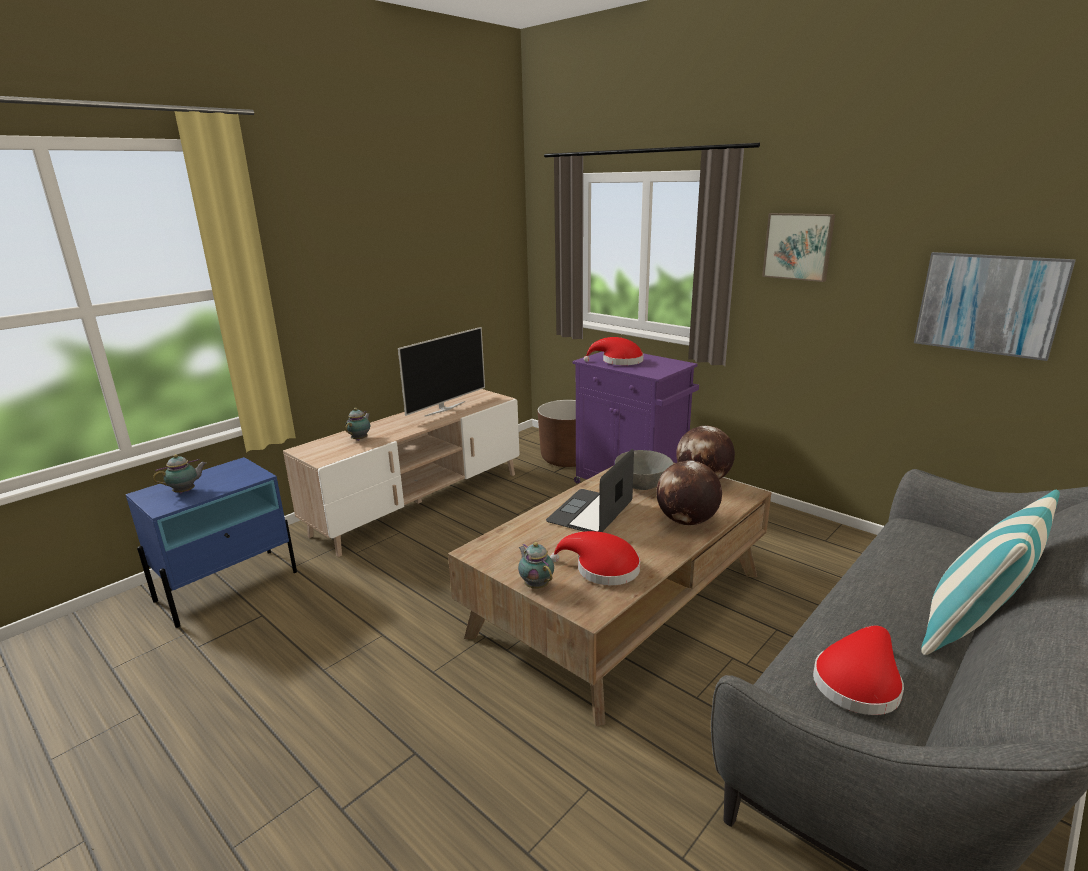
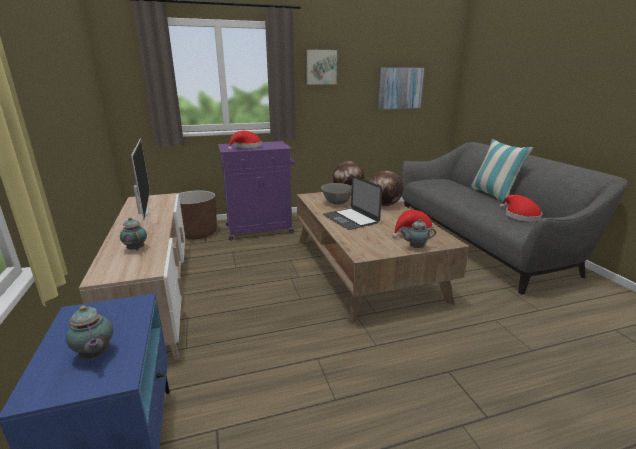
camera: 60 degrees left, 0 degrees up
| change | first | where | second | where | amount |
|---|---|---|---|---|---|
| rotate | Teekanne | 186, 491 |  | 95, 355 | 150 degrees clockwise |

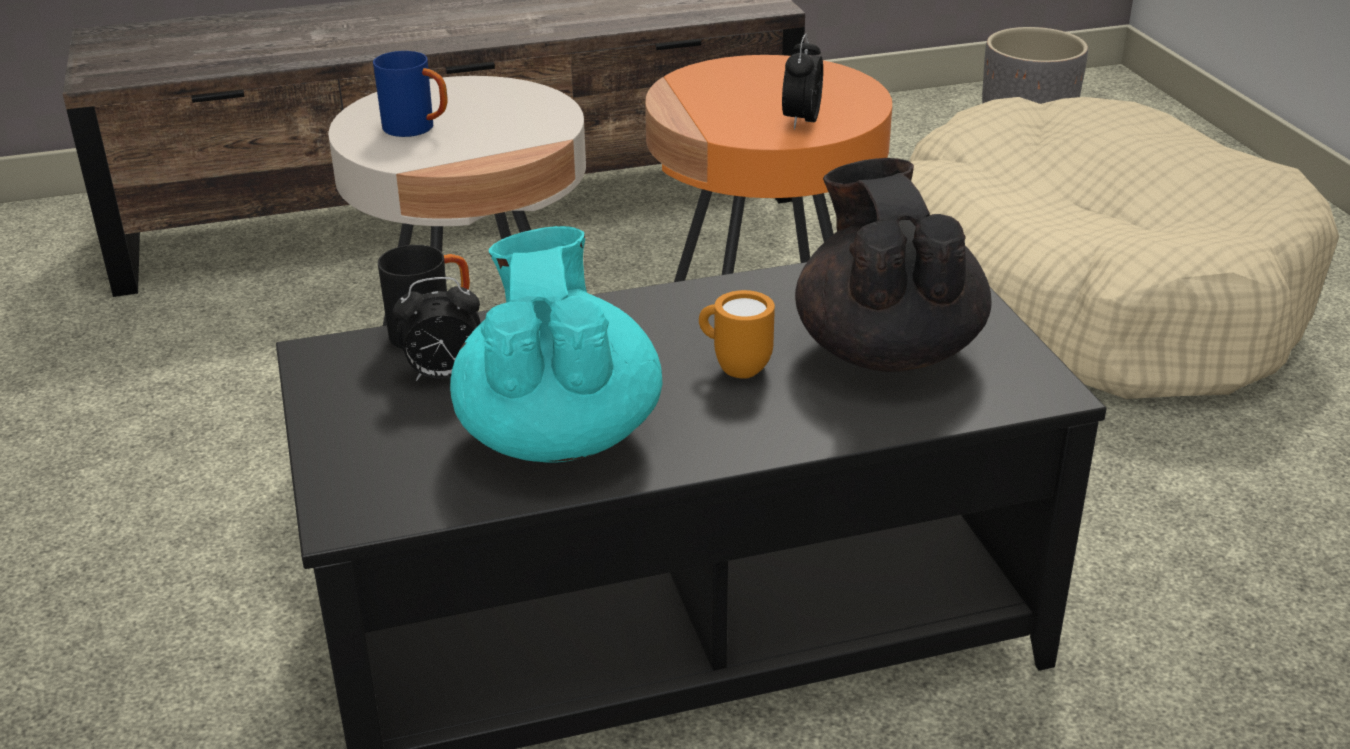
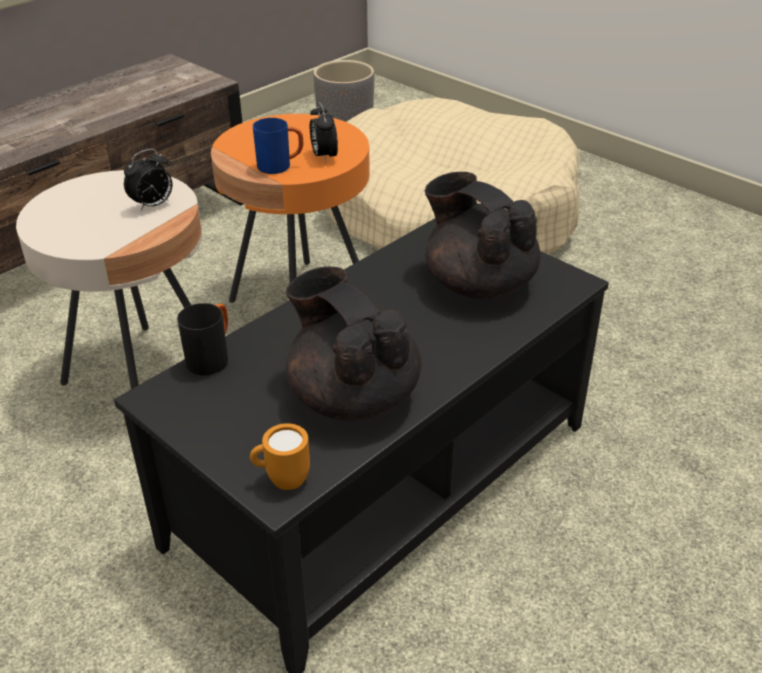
camera: 30 degrees left, 5 degrees up
| change | first | where | second | where | amount |
|---|---|---|---|---|---|
| move | Henkelbecher [blau] | 417, 129 |  | 280, 166 |  |
| move | Wecker | 444, 375 |  | 153, 205 |  |
| recolor | Teekanne [türkis] | 559, 434 | Teekanne [schwarz] | 353, 396 |  |
| move | Henkelbecher [orange] | 734, 367 |  | 282, 480 |  |

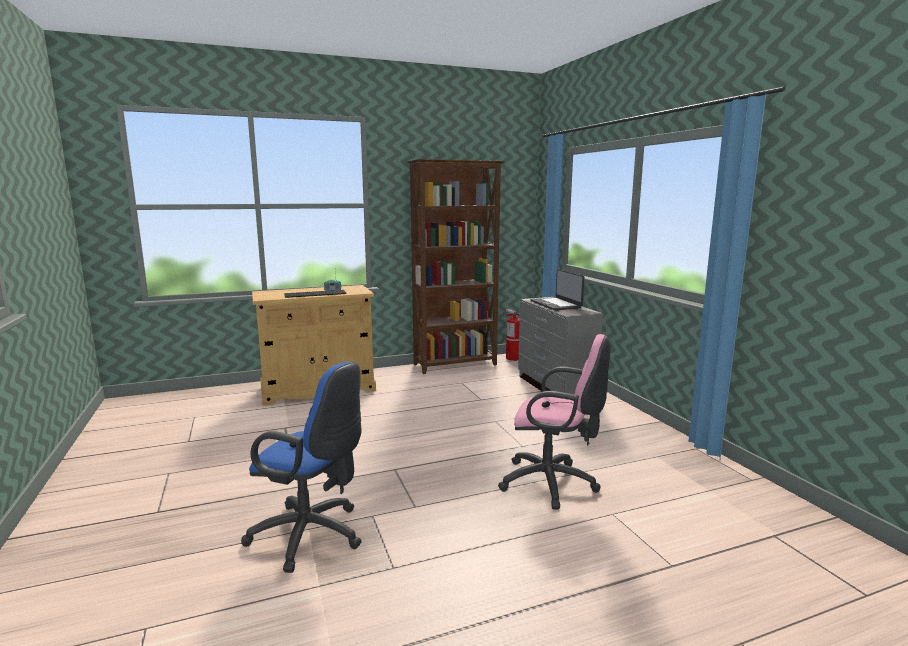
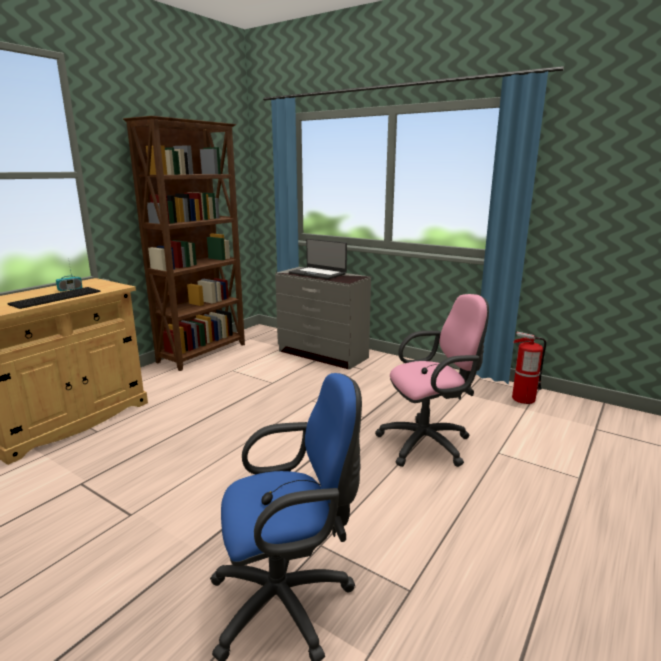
camera: 35 degrees left, 5 degrees up
| change | first | where | second | where | amount |
|---|---|---|---|---|---|
| move | Feuerlöscher | 513, 358 |  | 523, 399 |  |

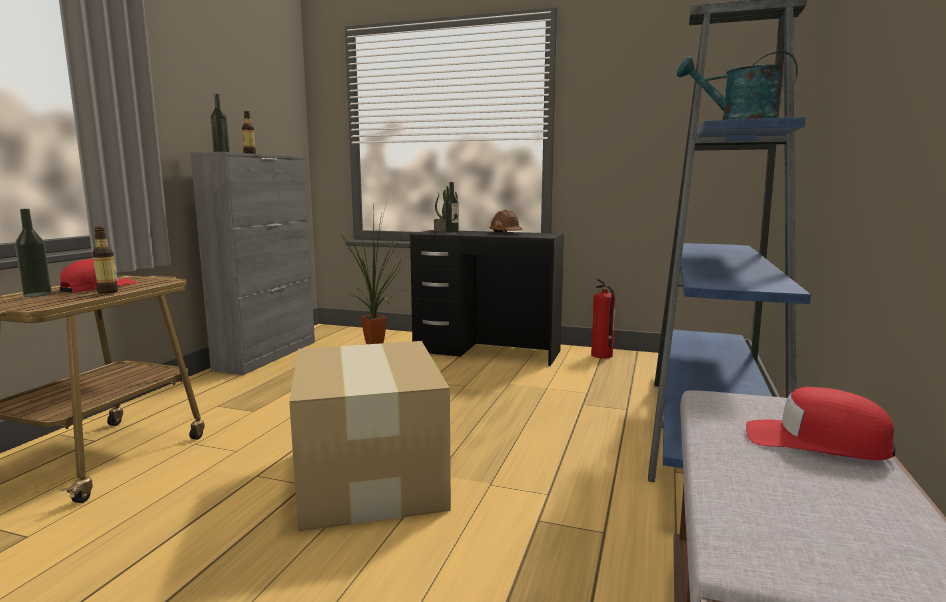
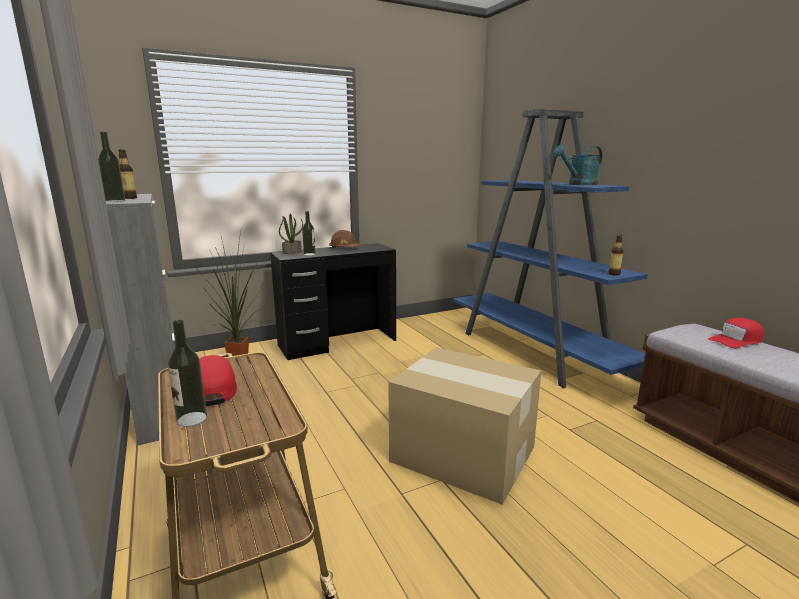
camera: 45 degrees left, 5 degrees up
| change | first | where | second | where | amount |
|---|---|---|---|---|---|
| move | Flasche | 107, 292 |  | 614, 274 |  |
| delete | Feuerlöscher | 602, 355 |  |  |  |

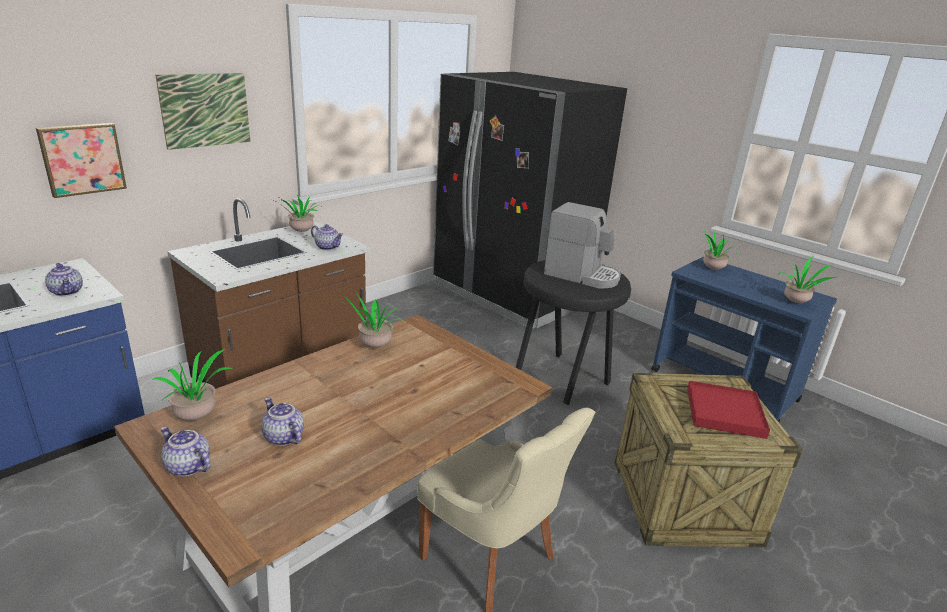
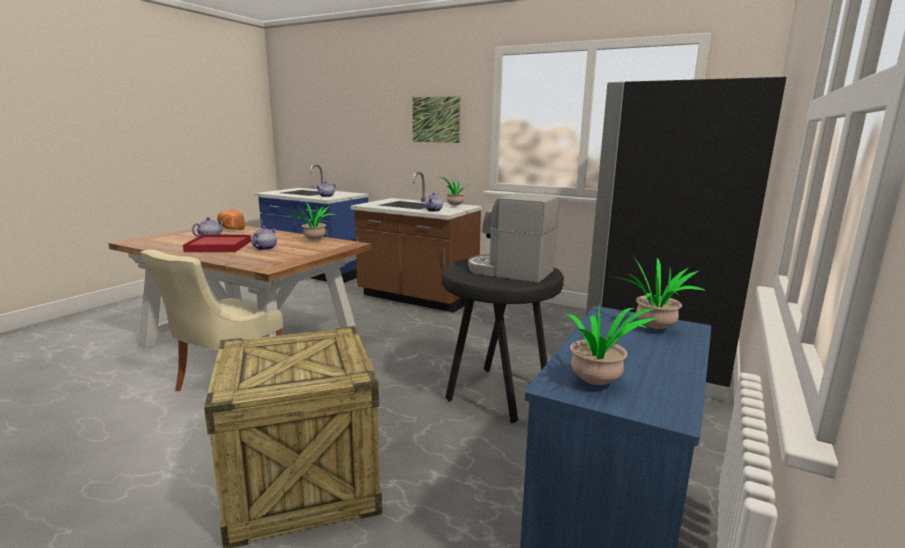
camera: 75 degrees right, 10 degrees down
| change | first | where | second | where | amount |
|---|---|---|---|---|---|
| delete | Bild | 82, 159 |  |  |  |
| replace | Topfpflanze | 199, 417 | Brot | 230, 228 |  |
| move | Teekanne | 187, 467 |  | 265, 248 |  |
| rotate | Kaffeemaschine | 582, 275 |  | 509, 272 | 105 degrees clockwise |
| move | Tablett [rot] | 724, 412 |  | 219, 246 |  |

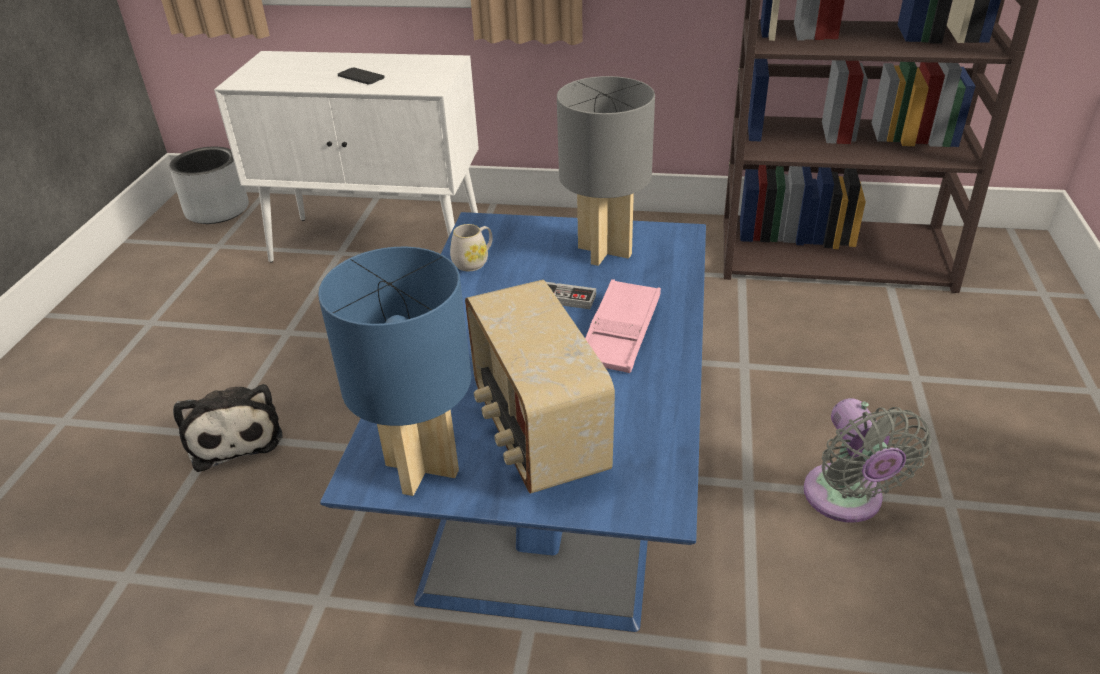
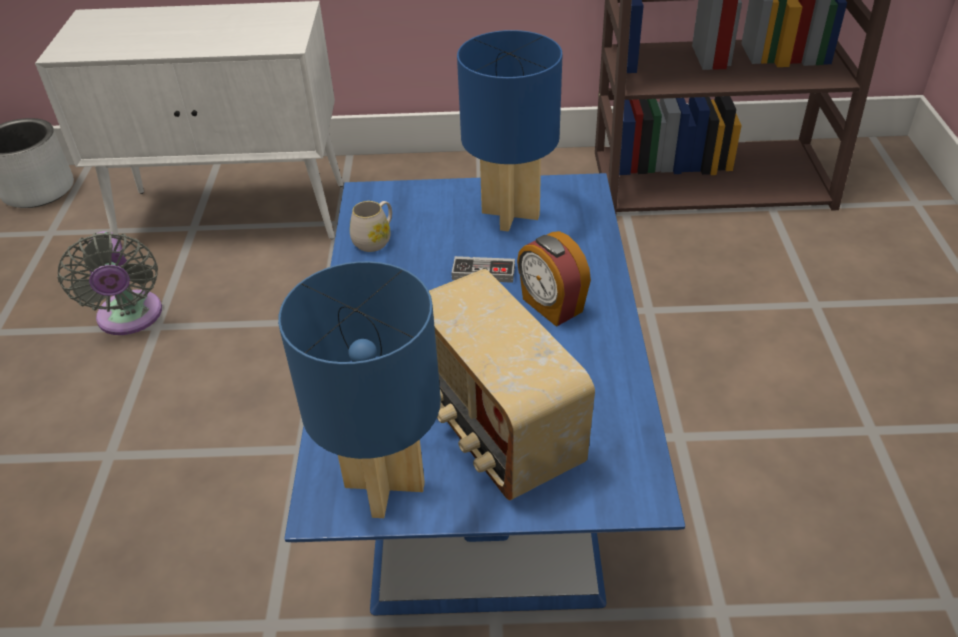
camera: 10 degrees left, 5 degrees up
| change | first | where | second | where | amount |
|---|---|---|---|---|---|
| delete | Plüschtier | 235, 435 |  |  |  |
| delete | Handy | 361, 77 |  |  |  |
| recolor | Tischlampe [grau] | 603, 251 | Tischlampe [blau] | 509, 214 |  |
| replace | Tablett [rosa] | 620, 333 | Wecker | 551, 306 |  |
| move | Ventilator [grau] | 846, 500 |  | 130, 318 |  |

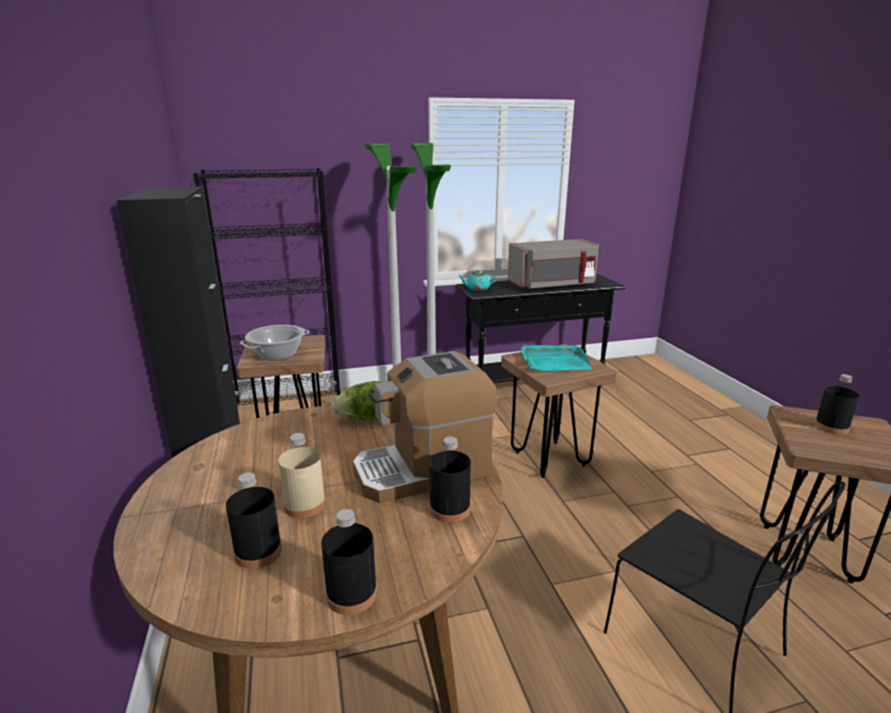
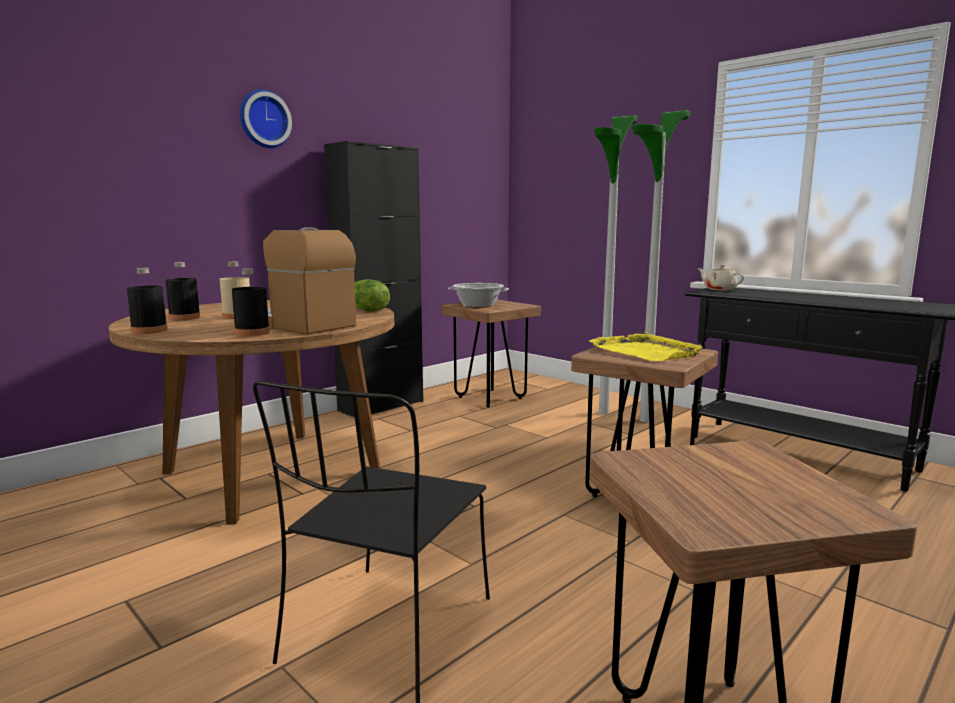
camera: 60 degrees right, 10 degrees down
| change | first | where | second | where | amount |
|---|---|---|---|---|---|
| delete | Bücherregal [schwarz] | 288, 404 |  |  |  |
| recolor | Teekanne [türkis] | 477, 289 | Teekanne [beige] | 719, 289 |  |
| delete | Mikrowelle [grau] | 552, 285 |  |  |  |
| recolor | Tablett [türkis] | 554, 361 | Tablett [gelb] | 646, 351 |  |
| delete | Flasche [schwarz] | 831, 427 |  |  |  |
| insert |  |  | Wanduhr | 264, 119 |  |

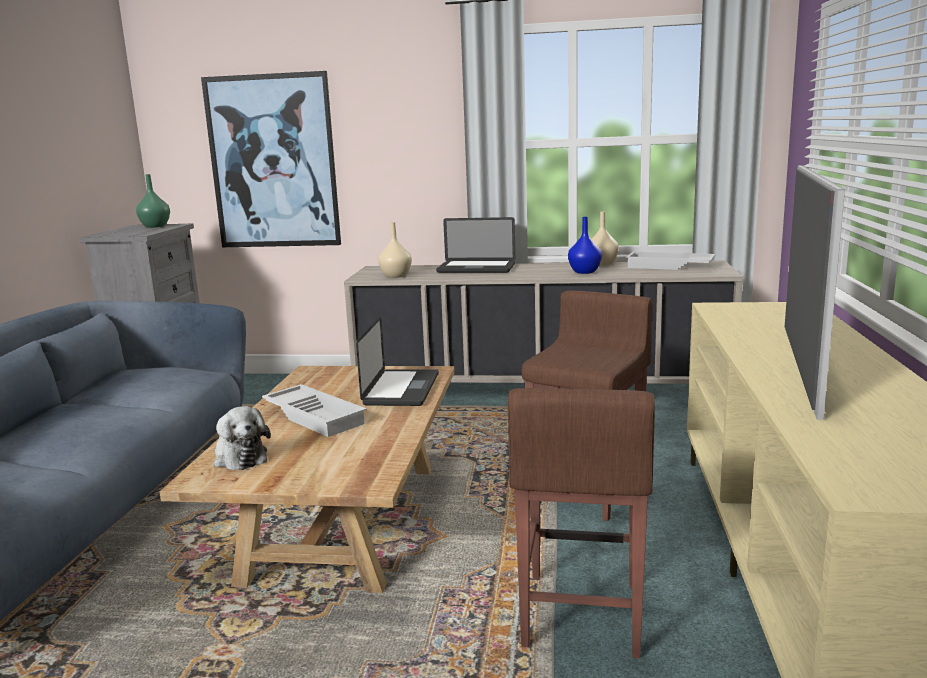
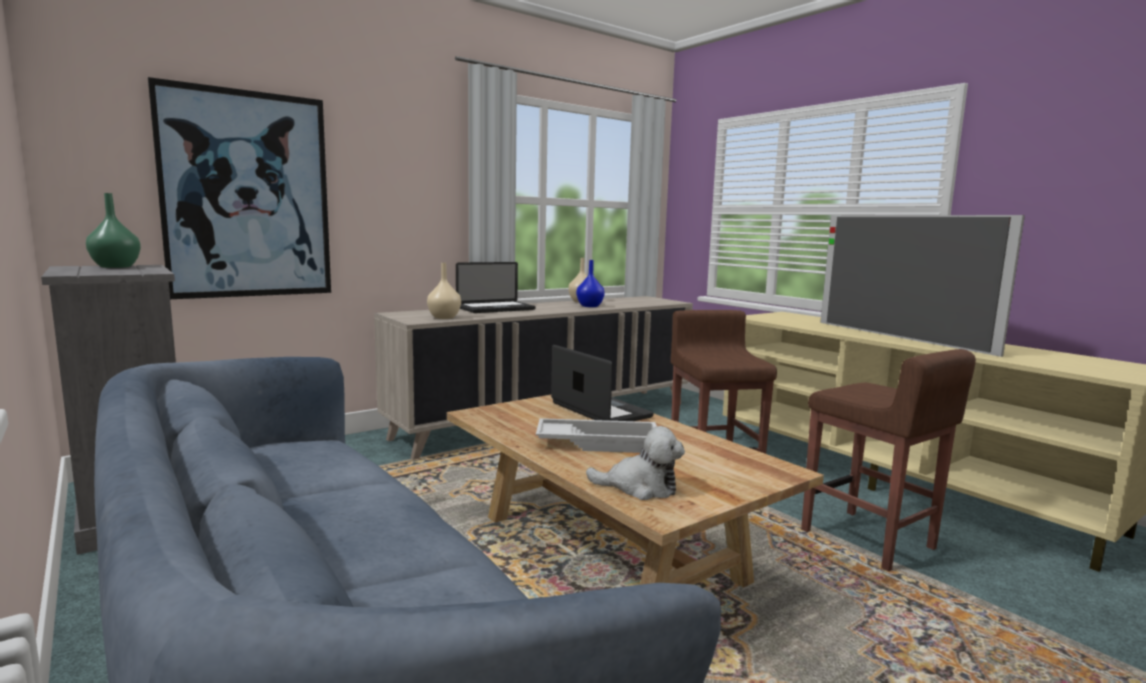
camera: 45 degrees left, 5 degrees down
| change | first | where | second | where | amount |
|---|---|---|---|---|---|
| delete | Tablett [weiß] | 669, 266 |  |  |  |

